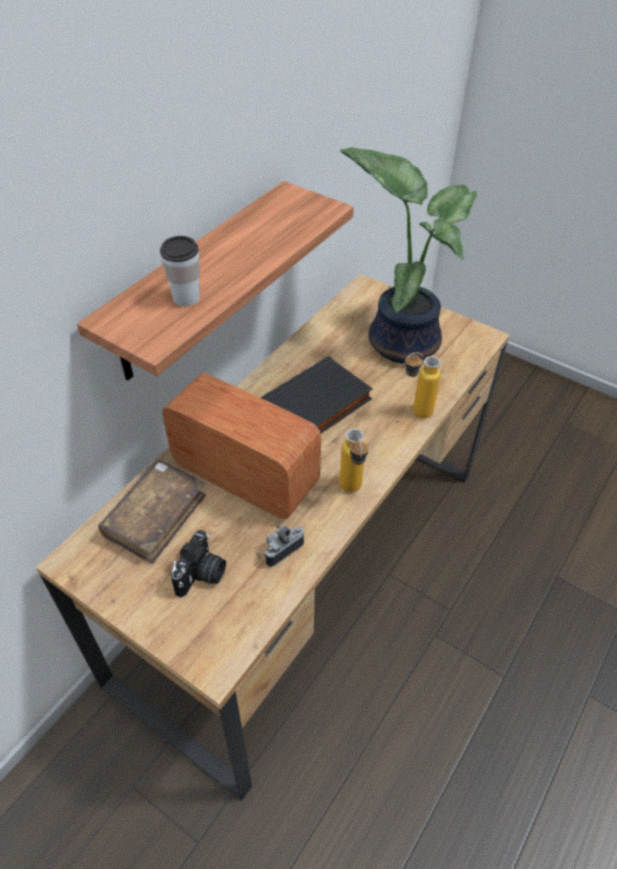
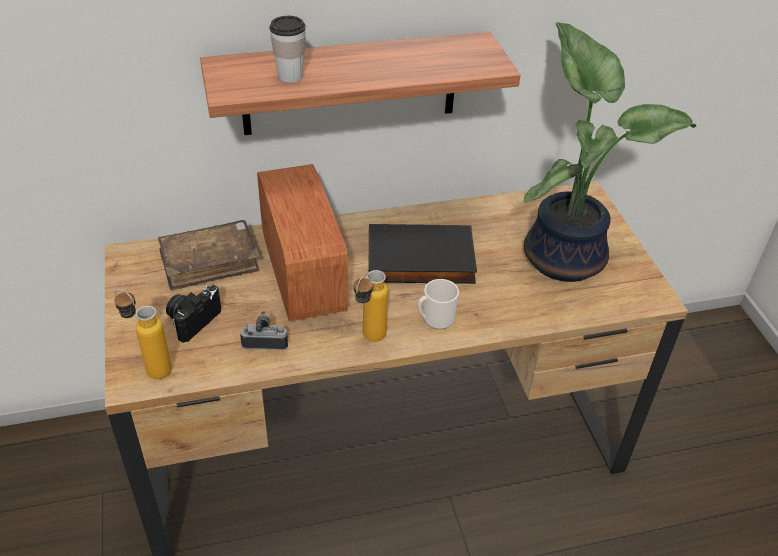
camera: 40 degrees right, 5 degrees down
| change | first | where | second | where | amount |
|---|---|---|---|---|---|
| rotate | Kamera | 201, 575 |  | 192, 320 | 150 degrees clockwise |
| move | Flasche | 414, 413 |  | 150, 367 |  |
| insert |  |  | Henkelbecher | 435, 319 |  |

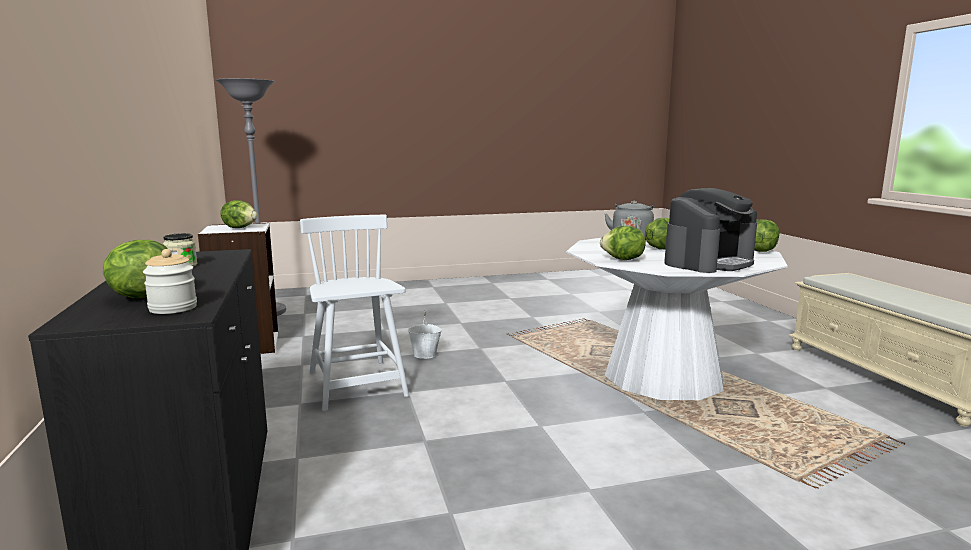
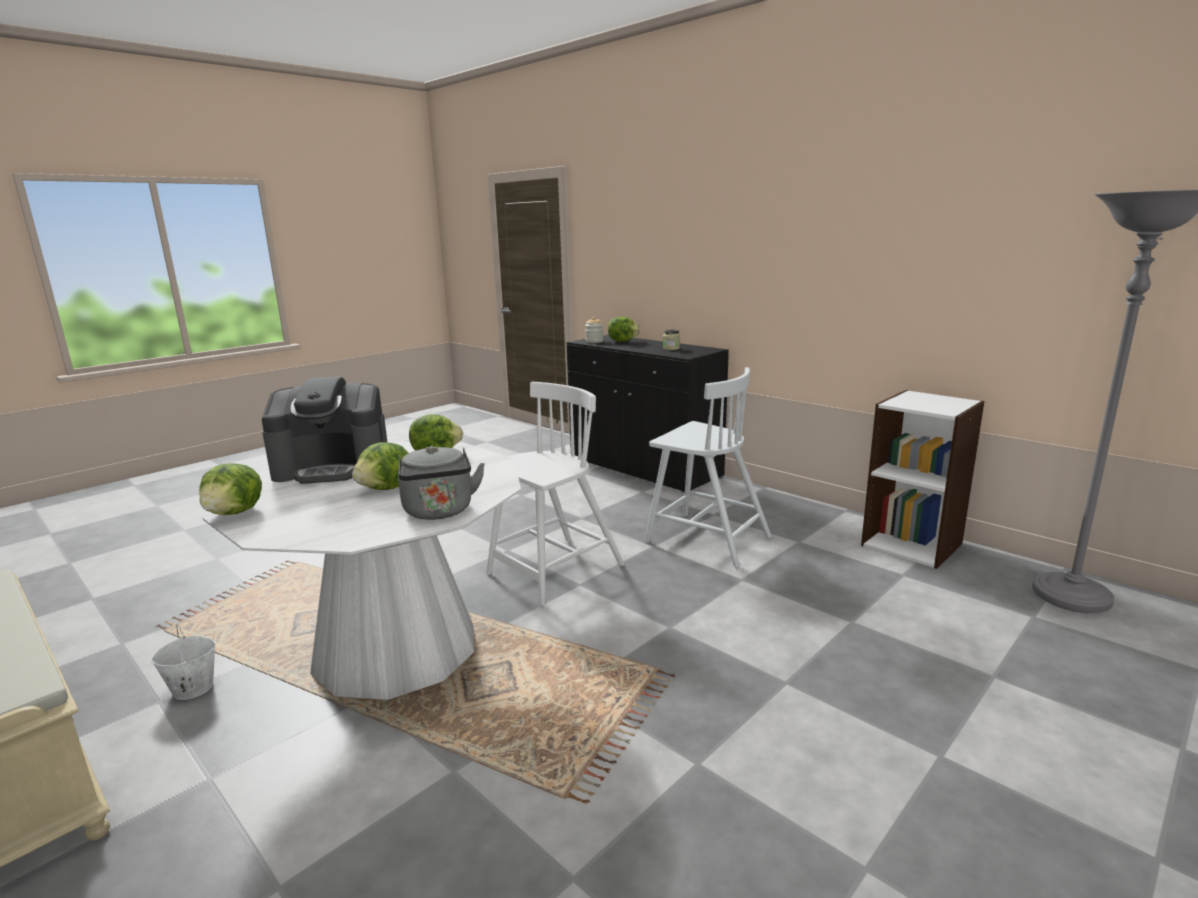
camera: 150 degrees right, 5 degrees up
| change | first | where | second | where | amount |
|---|---|---|---|---|---|
| delete | Salatkopf | 240, 228 |  |  |  |
| move | Eimer [weiß] | 425, 355 |  | 192, 688 |  |
| rotate | Kaffeemaschine | 709, 262 |  | 333, 467 | 120 degrees counterclockwise |
| insert |  |  | Stuhl [weiß] | 554, 571 |  |

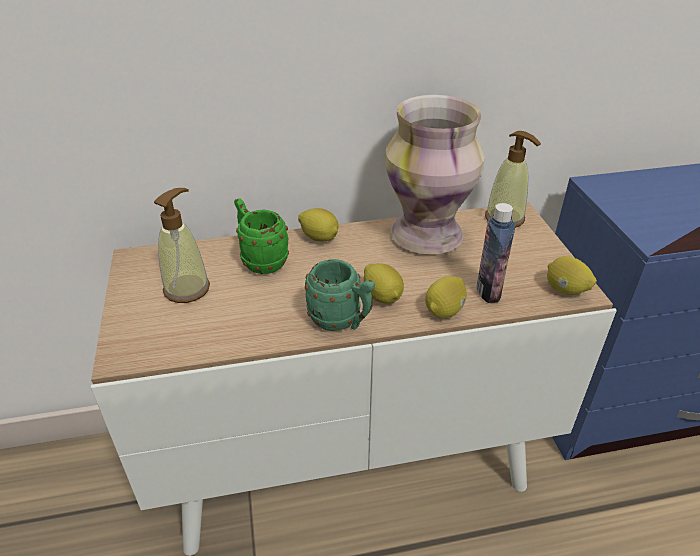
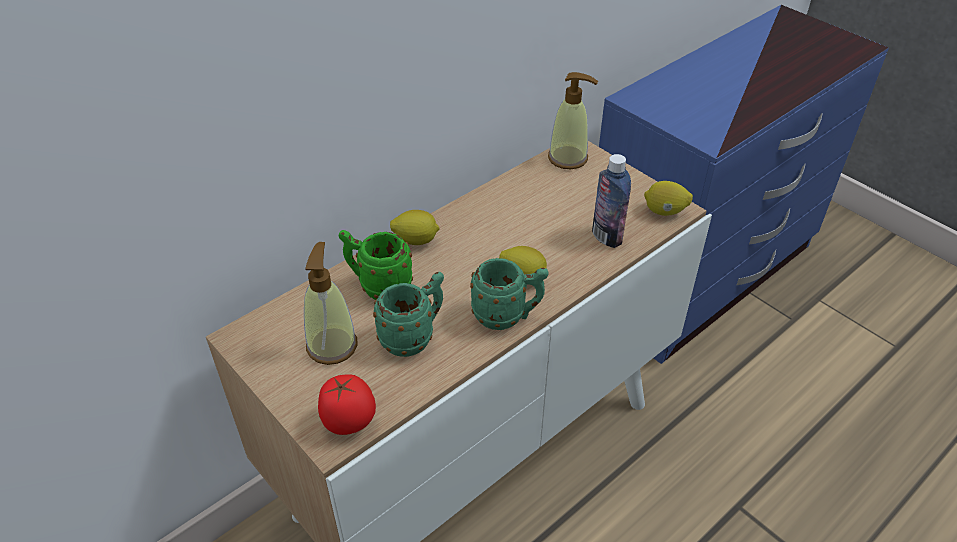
camera: 30 degrees left, 5 degrees up
| change | first | where | second | where | amount |
|---|---|---|---|---|---|
| delete | Vase | 427, 234 |  |  |  |
| delete | Zitrone | 445, 311 |  |  |  |
| insert |  |  | Tomate | 349, 422 |  |
| insert |  |  | Henkelbecher [grün] | 414, 336 |  |

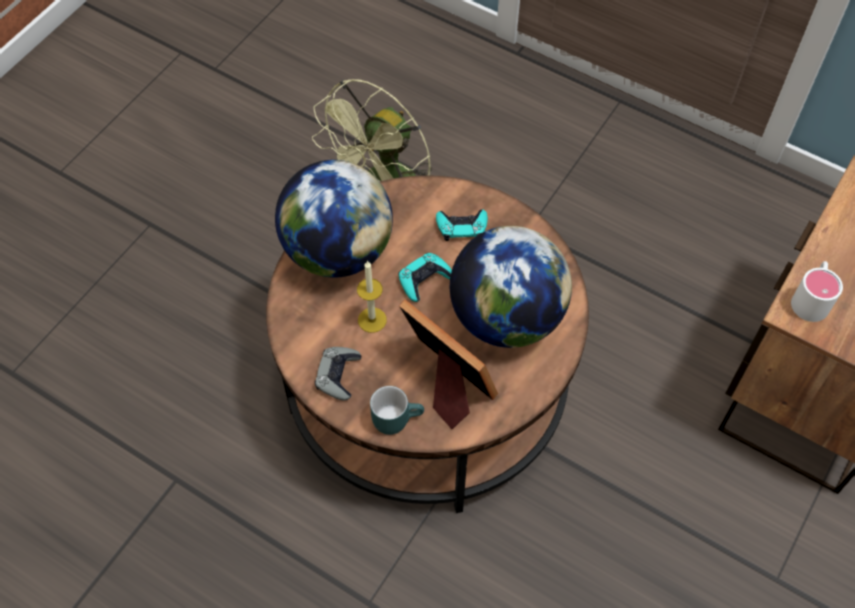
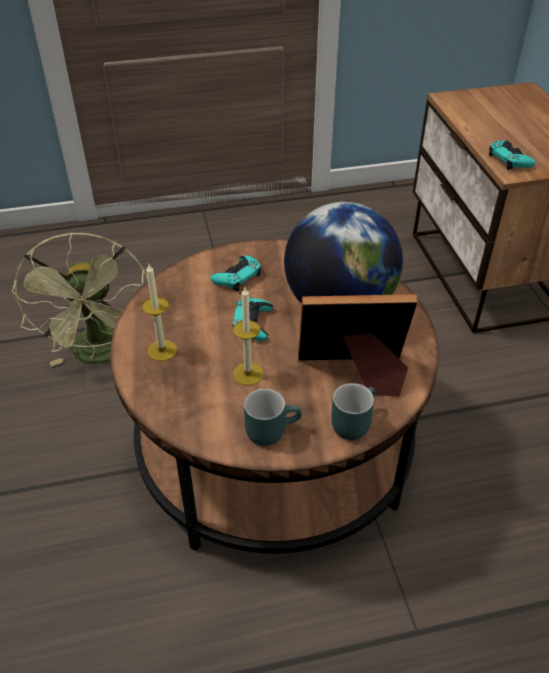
camera: 45 degrees left, 15 degrees down
| change | first | where | second | where | amount |
|---|---|---|---|---|---|
| replace | Globus | 338, 251 | Kerze | 162, 350 |  |
| replace | Gamepad [grau] | 338, 375 | Henkelbecher [türkis] | 271, 429 |  |
| replace | Henkelbecher [weiß] | 811, 298 | Gamepad [türkis] | 509, 160 |  |

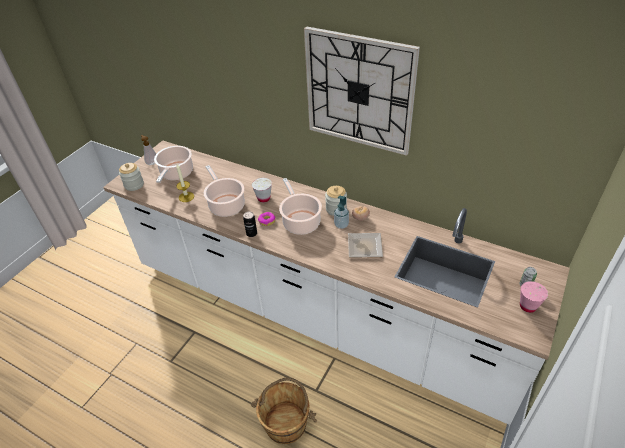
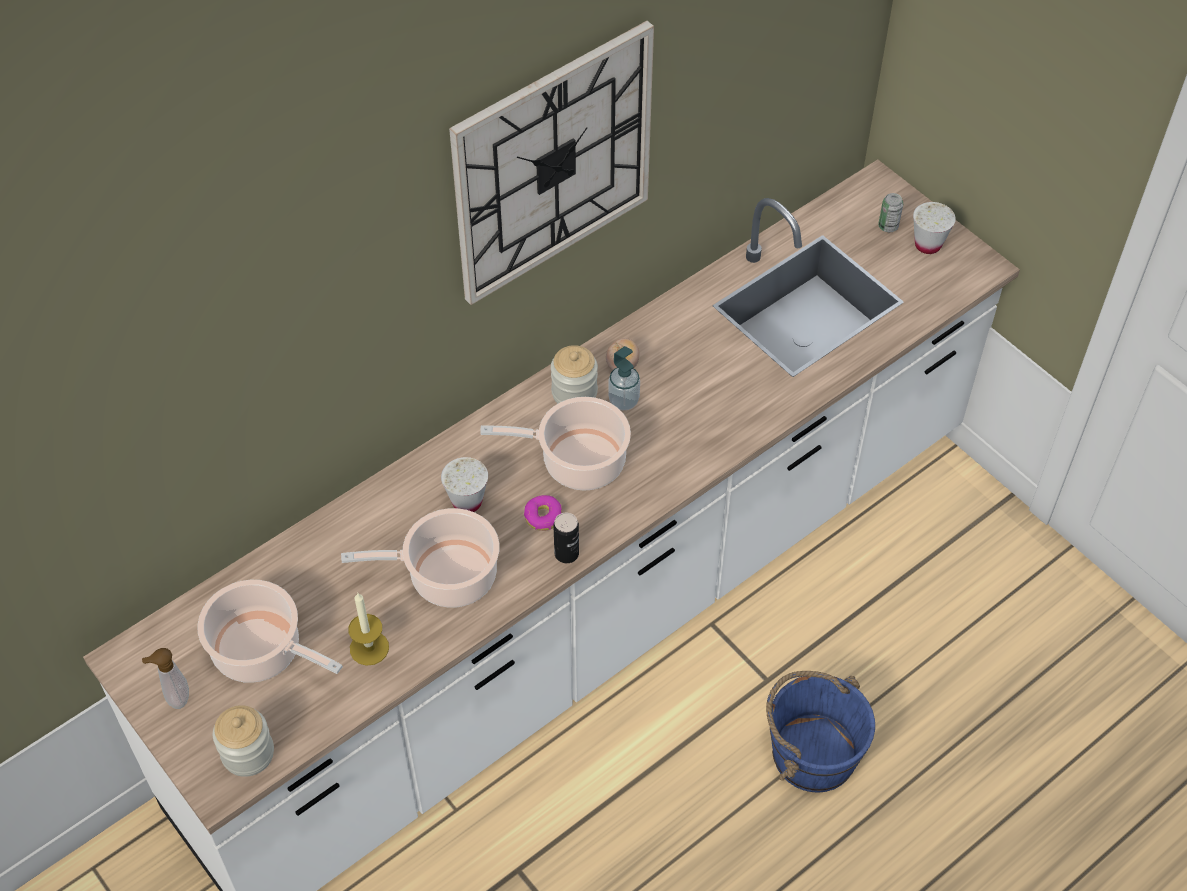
camera: 70 degrees left, 10 degrees up
| change | first | where | second | where | amount |
|---|---|---|---|---|---|
| recolor | Eimer [braun] | 286, 422 | Eimer [blau] | 812, 753 |  |
| delete | Teller | 363, 247 |  |  |  |
| recolor | Tasse [rosa] | 528, 306 | Tasse [weiß] | 928, 245 |  |

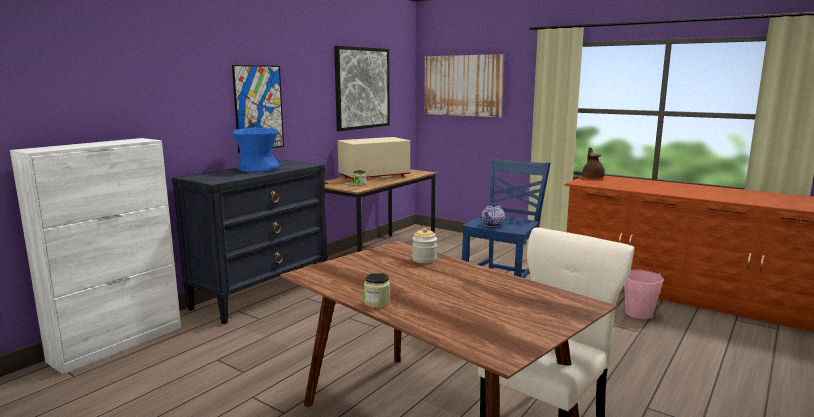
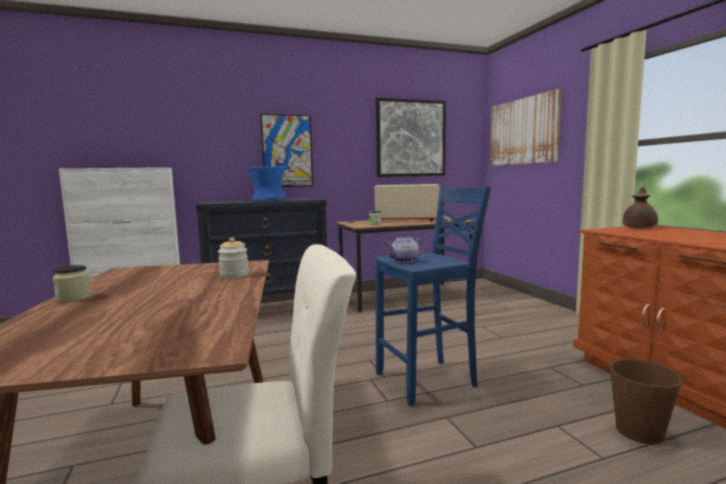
camera: 35 degrees right, 5 degrees down
| change | first | where | second | where | amount |
|---|---|---|---|---|---|
| recolor | Eimer [rosa] | 639, 313 | Eimer [braun] | 639, 432 |  |

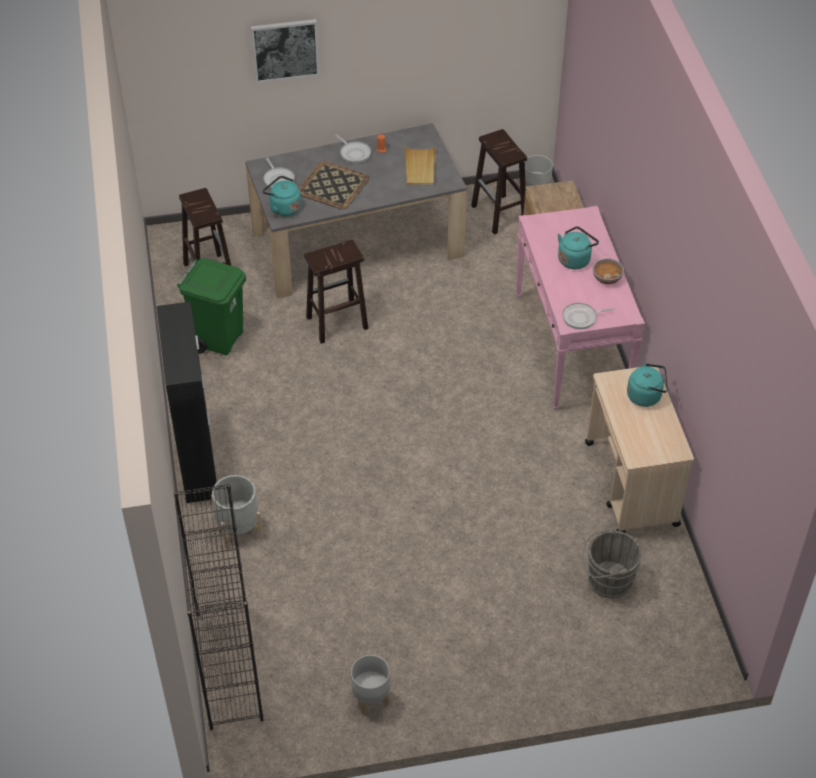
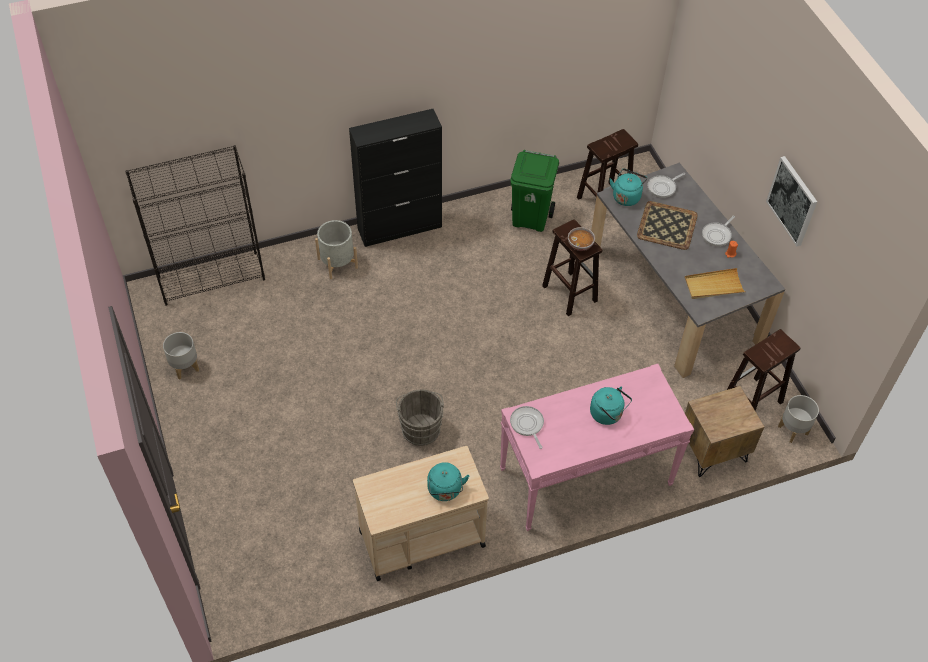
camera: 80 degrees right, 5 degrees up
| change | first | where | second | where | amount |
|---|---|---|---|---|---|
| move | Bild | 285, 49 |  | 792, 201 |  |
| move | Eimer [grau] | 607, 580 |  | 420, 427 |  |
| move | Schüssel | 607, 278 |  | 580, 245 |  |

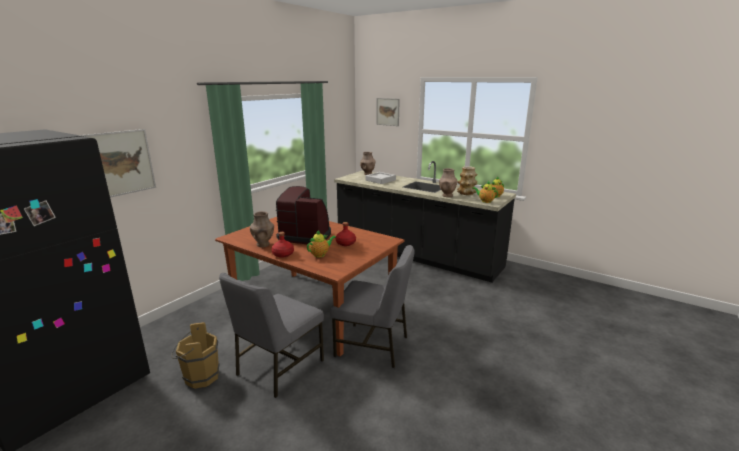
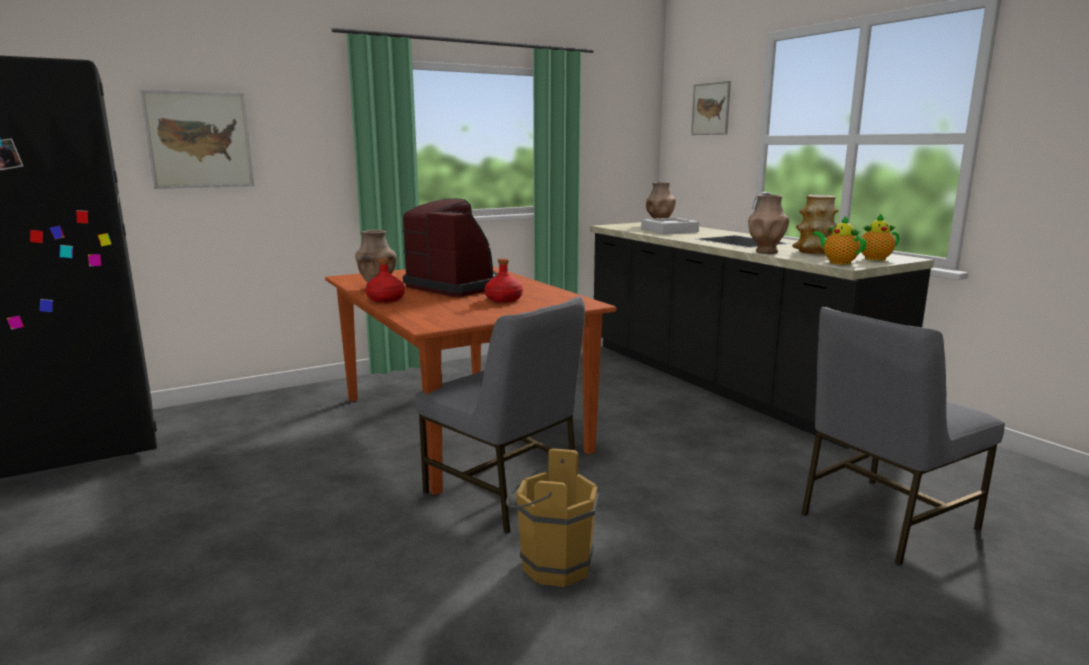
camera: 25 degrees right, 5 degrees down
| change | first | where | second | where | amount |
|---|---|---|---|---|---|
| move | Eimer [braun] | 199, 377 |  | 550, 565 |  |
| move | Stuhl [grau] | 278, 367 |  | 884, 521 |  |
| delete | Teekanne | 320, 254 |  |  |  |

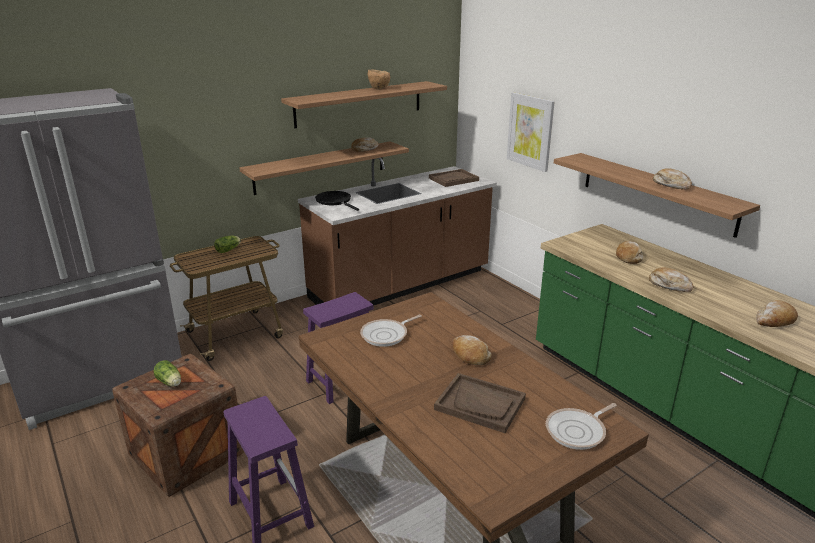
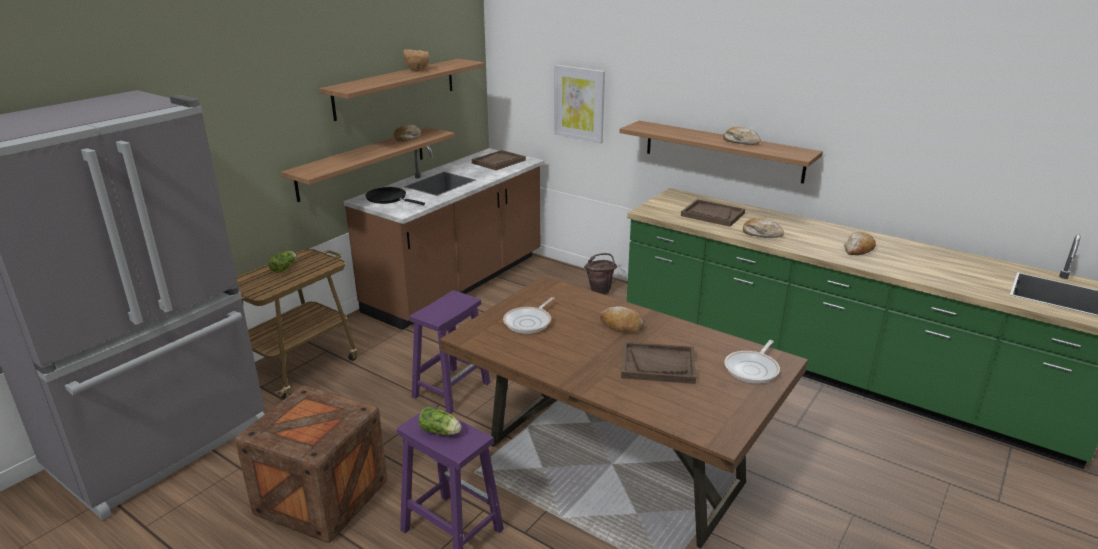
camera: 20 degrees left, 0 degrees up
| change | first | where | second | where | amount |
|---|---|---|---|---|---|
| move | Salatkopf | 170, 382 |  | 441, 432 |  |
| replace | Brot | 628, 257 | Tablett [braun] | 712, 214 |  |
| insert |  |  | Eimer [braun] | 600, 291 |  |

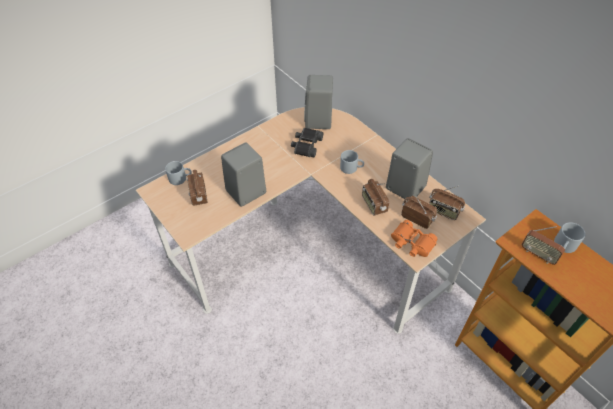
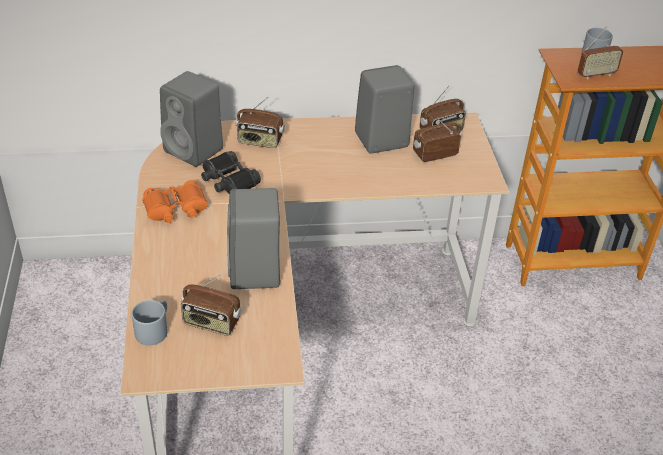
camera: 60 degrees left, 10 degrees down
| change | first | where | second | where | amount |
|---|---|---|---|---|---|
| delete | Henkelbecher [grau] | 351, 168 |  |  |  |
| move | Radio | 373, 205 |  | 259, 141 |  |
| move | Fernglas [orange] | 412, 243 |  | 176, 209 |  |

